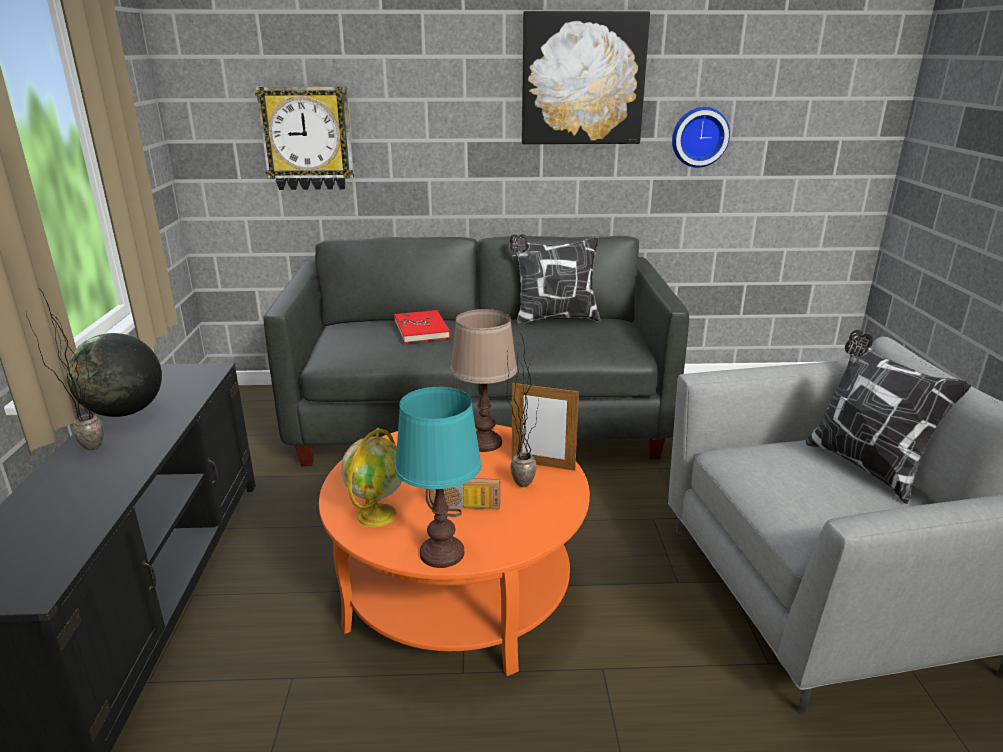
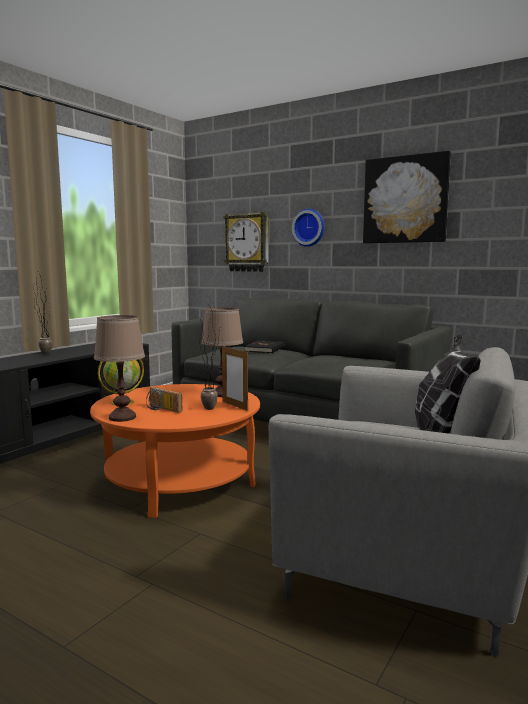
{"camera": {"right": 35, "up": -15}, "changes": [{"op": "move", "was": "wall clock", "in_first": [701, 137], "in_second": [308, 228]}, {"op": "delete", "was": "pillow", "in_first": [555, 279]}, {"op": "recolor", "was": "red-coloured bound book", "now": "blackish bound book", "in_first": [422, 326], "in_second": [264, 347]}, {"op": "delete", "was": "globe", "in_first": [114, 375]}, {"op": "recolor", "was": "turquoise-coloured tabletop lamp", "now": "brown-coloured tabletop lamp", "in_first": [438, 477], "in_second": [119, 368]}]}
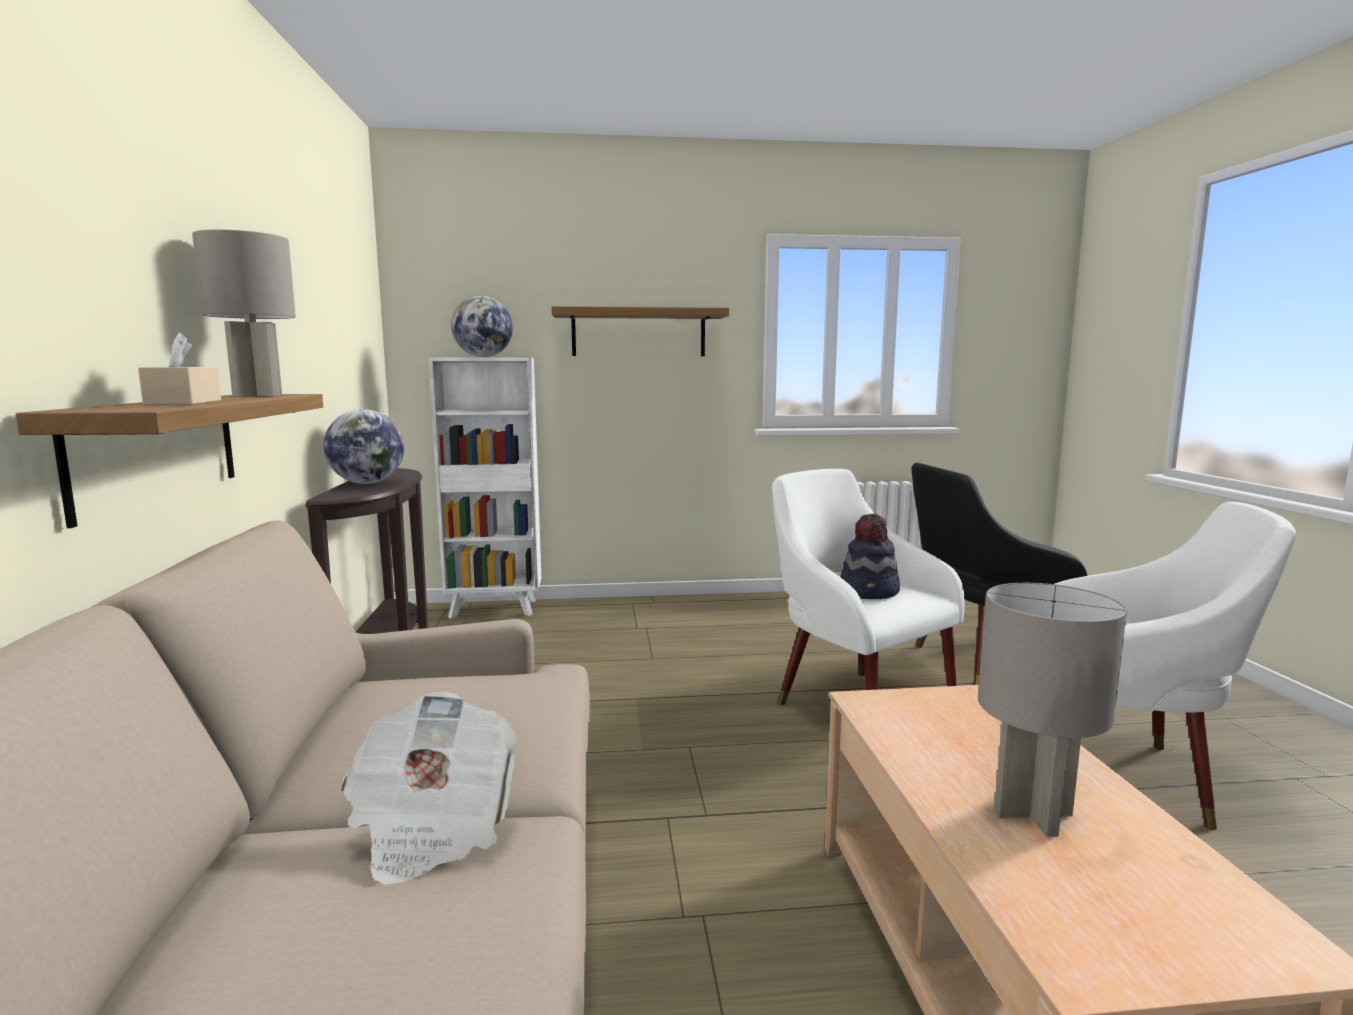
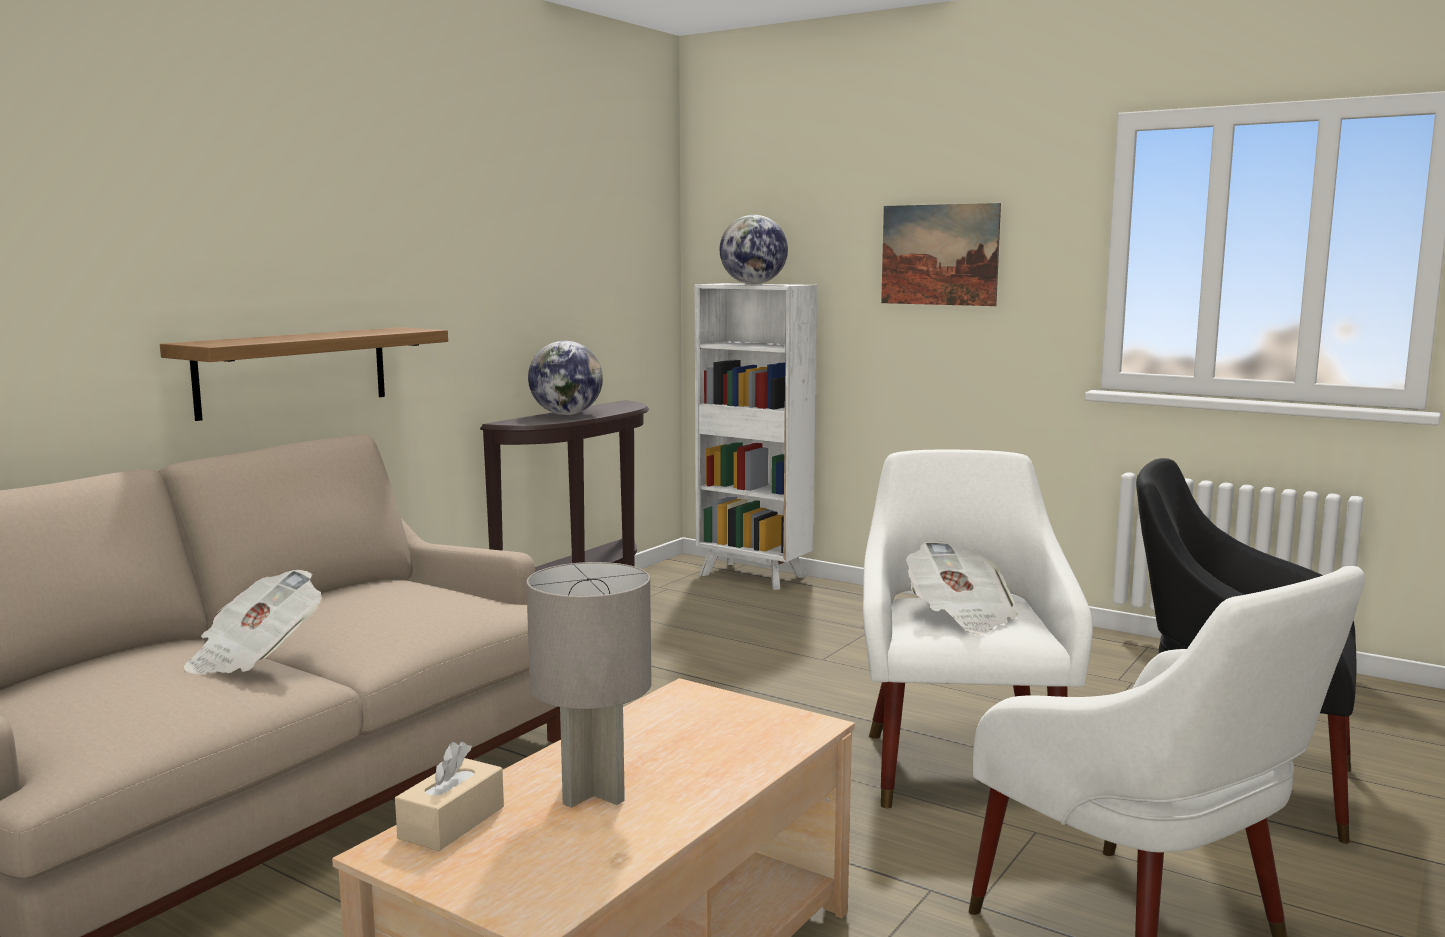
{"camera": {"right": 40, "up": 0}, "changes": [{"op": "delete", "was": "gray tabletop lamp", "in_first": [244, 313]}, {"op": "replace", "was": "wall shelf", "now": "wall picture", "in_first": [640, 331], "in_second": [941, 254]}, {"op": "move", "was": "sand-coloured tissue box", "in_first": [179, 368], "in_second": [449, 796]}, {"op": "replace", "was": "wearable hat", "now": "daily paper", "in_first": [870, 556], "in_second": [962, 587]}]}
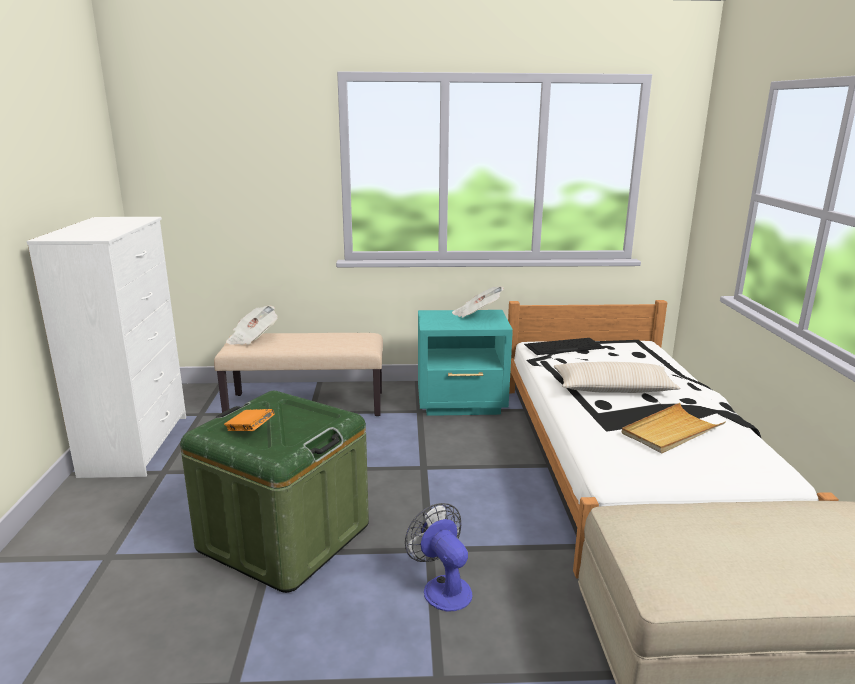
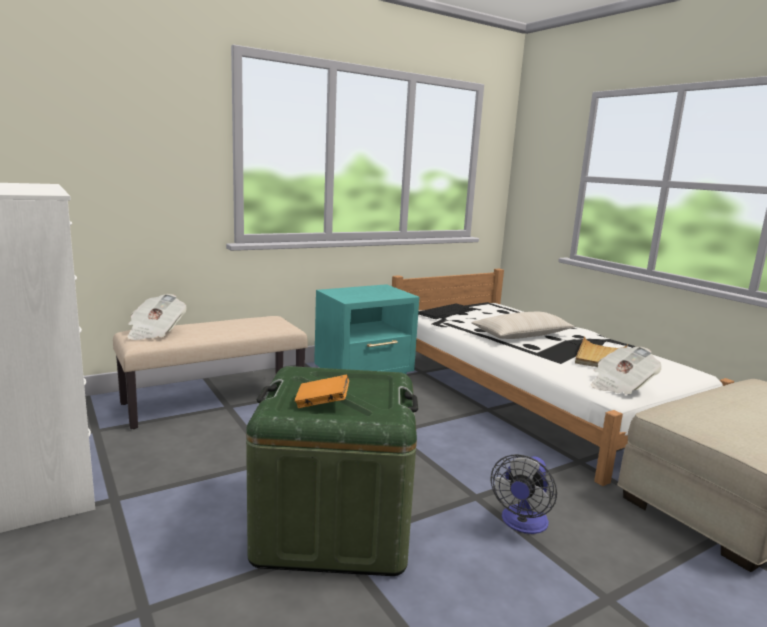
{"camera": {"right": -30, "up": -5}, "changes": [{"op": "move", "was": "daily paper", "in_first": [478, 302], "in_second": [626, 370]}, {"op": "rotate", "was": "cooling fan", "in_first": [438, 557], "in_second": [523, 494], "clockwise": -90}]}
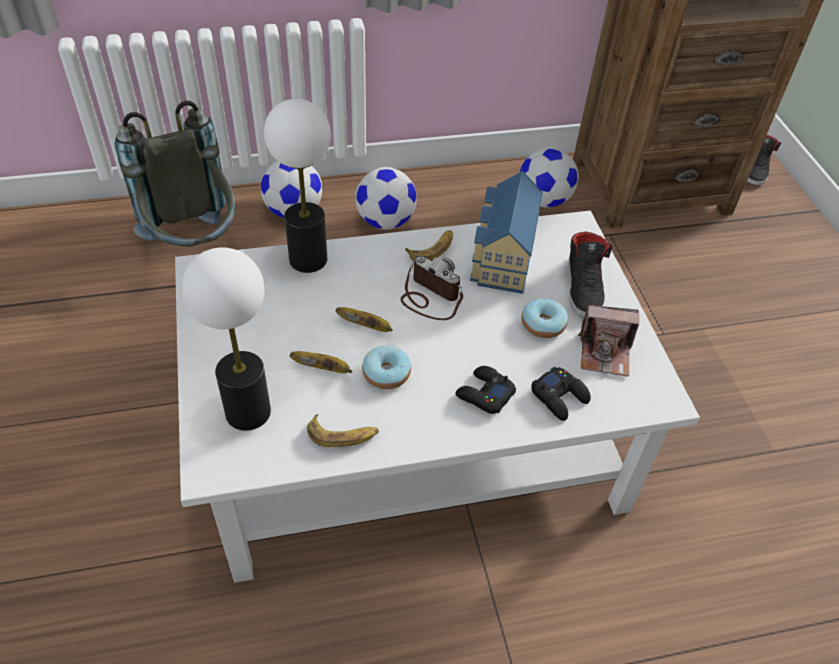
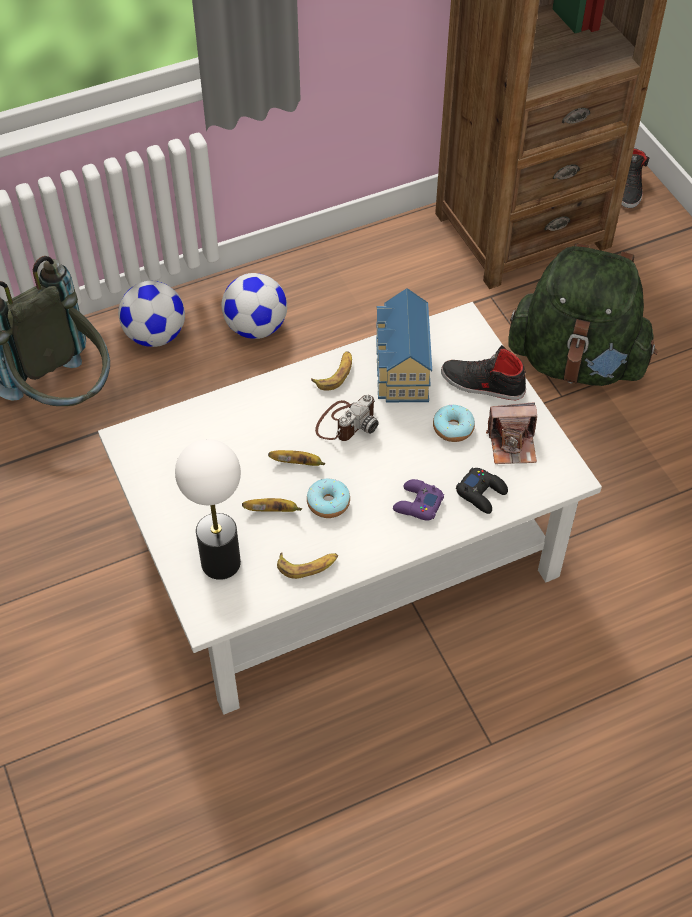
{"camera": {"right": -10, "up": 5}, "changes": [{"op": "delete", "was": "tabletop lamp", "in_first": [297, 186]}, {"op": "delete", "was": "football", "in_first": [549, 177]}, {"op": "rotate", "was": "blackish shoe", "in_first": [590, 275], "in_second": [483, 372], "clockwise": 120}, {"op": "rotate", "was": "photo camera", "in_first": [431, 288], "in_second": [347, 418], "clockwise": 105}, {"op": "recolor", "was": "blackish joypad", "now": "purple-coloured joypad", "in_first": [485, 390], "in_second": [418, 500]}, {"op": "insert", "now": "greenish knapsack", "in_second": [582, 314]}]}
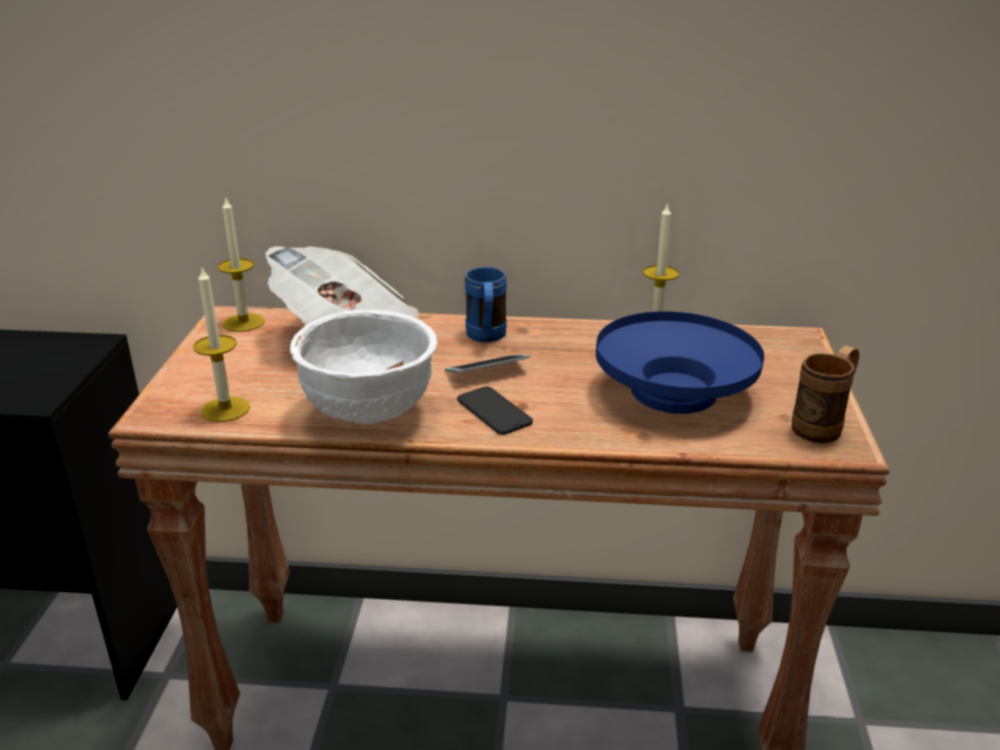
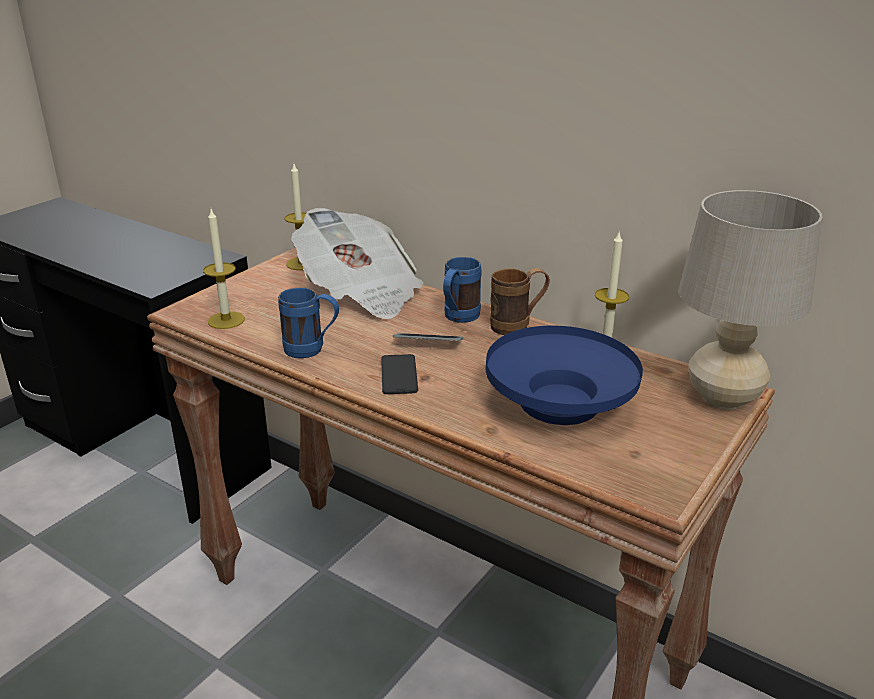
{"camera": {"right": 30, "up": 0}, "changes": [{"op": "replace", "was": "white-coloured bowl", "now": "bluish coffee mug", "in_first": [363, 367], "in_second": [308, 323]}, {"op": "move", "was": "brown-coloured coffee mug", "in_first": [825, 394], "in_second": [520, 301]}, {"op": "insert", "now": "sand-coloured tabletop lamp", "in_second": [750, 300]}]}
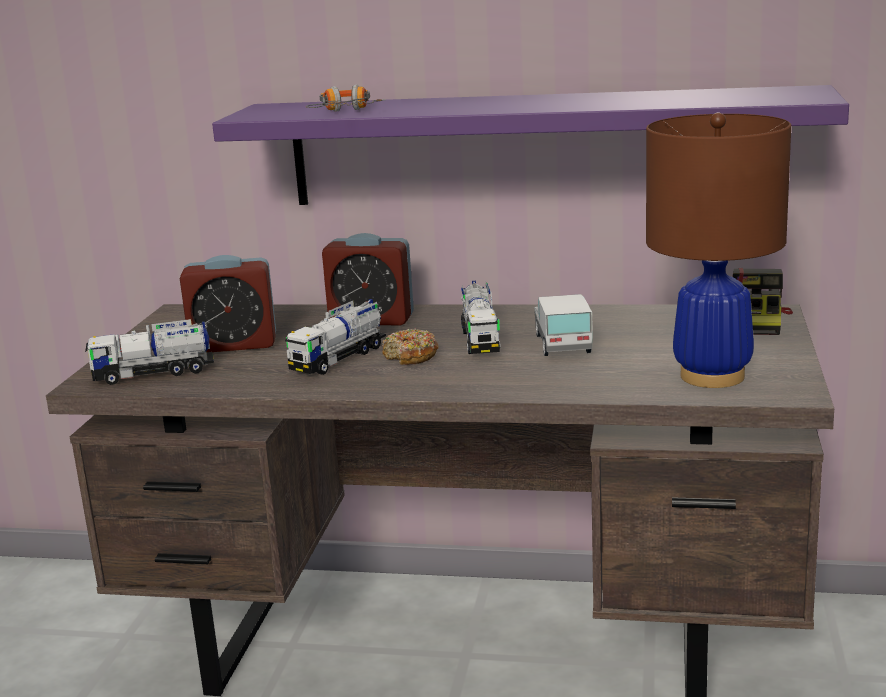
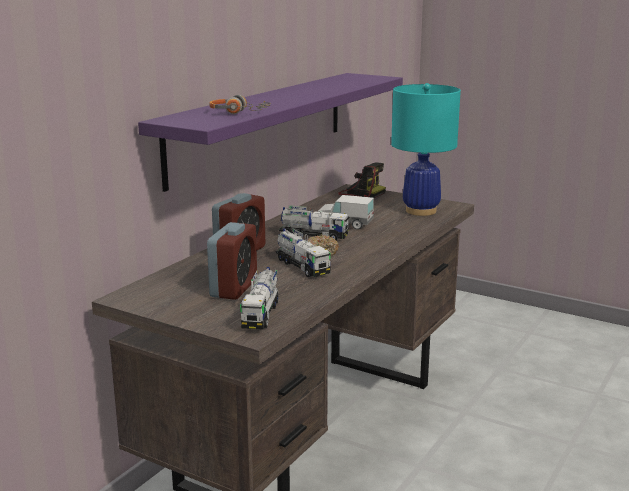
{"camera": {"right": -70, "up": 0}, "changes": [{"op": "recolor", "was": "brown-coloured tabletop lamp", "now": "turquoise-coloured tabletop lamp", "in_first": [718, 250], "in_second": [426, 149]}]}
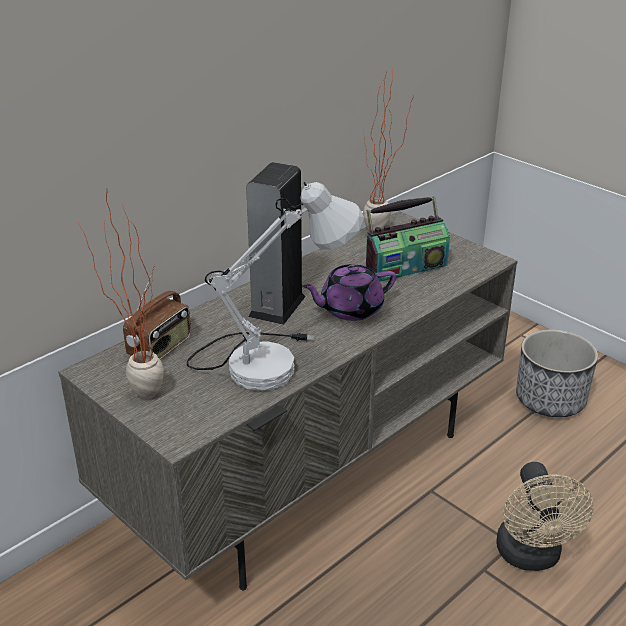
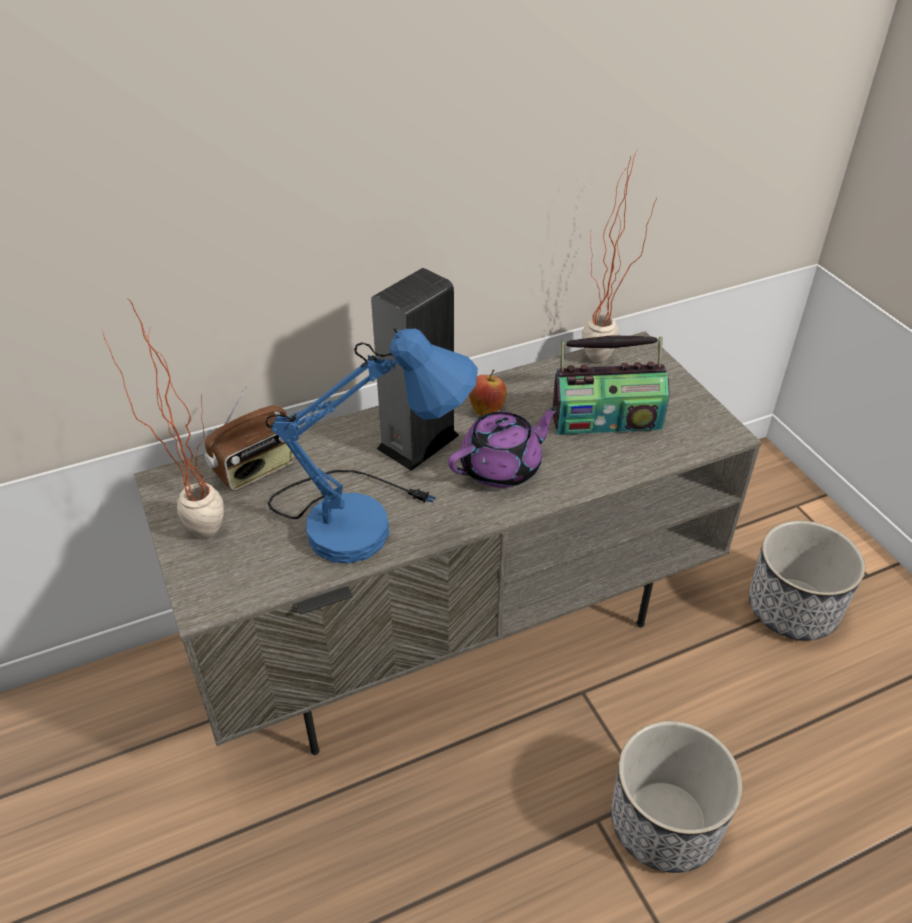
{"camera": {"right": 20, "up": 10}, "changes": [{"op": "recolor", "was": "white-coloured tabletop lamp", "now": "bluish tabletop lamp", "in_first": [275, 286], "in_second": [371, 445]}, {"op": "rotate", "was": "purple-coloured tea pot", "in_first": [349, 292], "in_second": [504, 447], "clockwise": 150}, {"op": "replace", "was": "sand-coloured cooling fan", "now": "plant pot", "in_first": [545, 516], "in_second": [677, 797]}, {"op": "insert", "now": "whole apple", "in_second": [487, 393]}]}
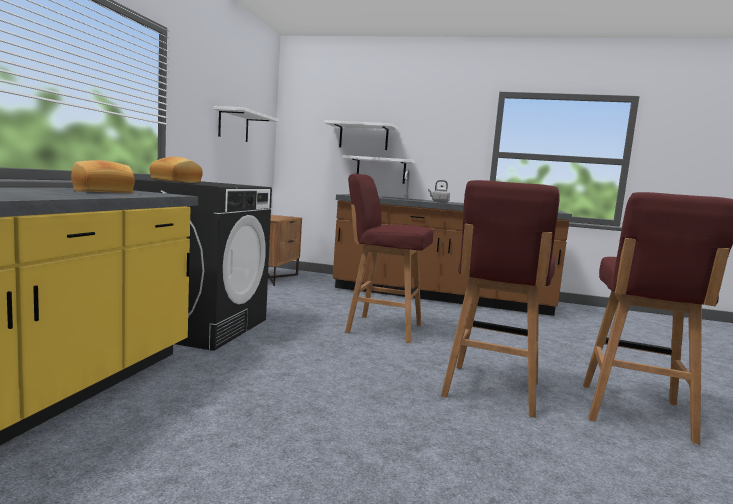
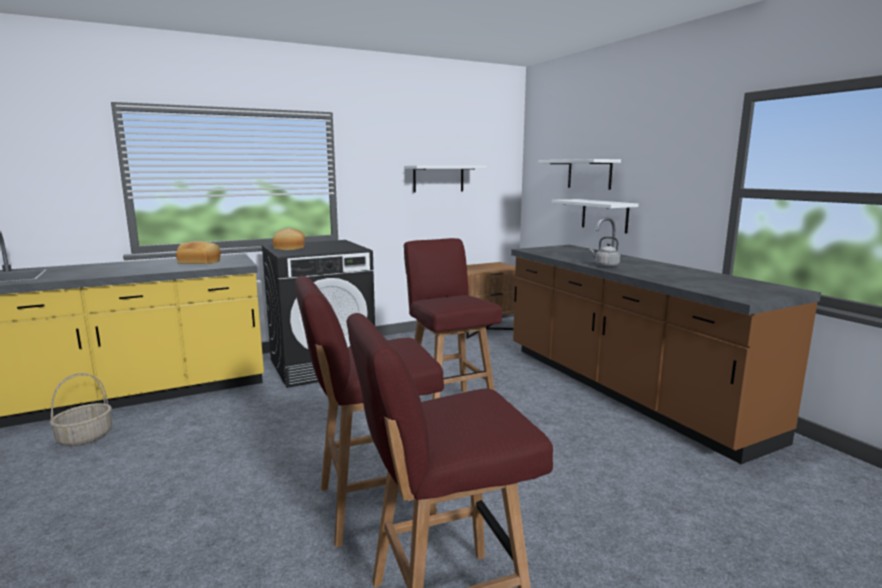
{"camera": {"right": 50, "up": 5}, "changes": [{"op": "insert", "now": "basket", "in_second": [81, 409]}]}
